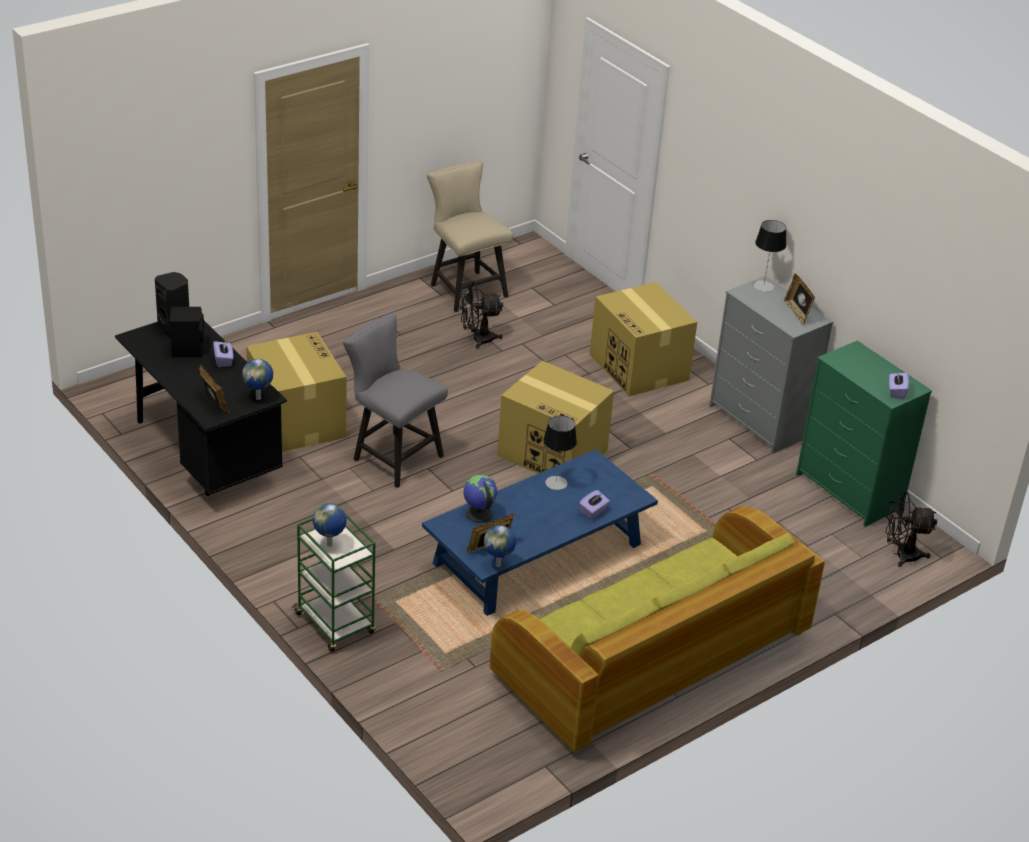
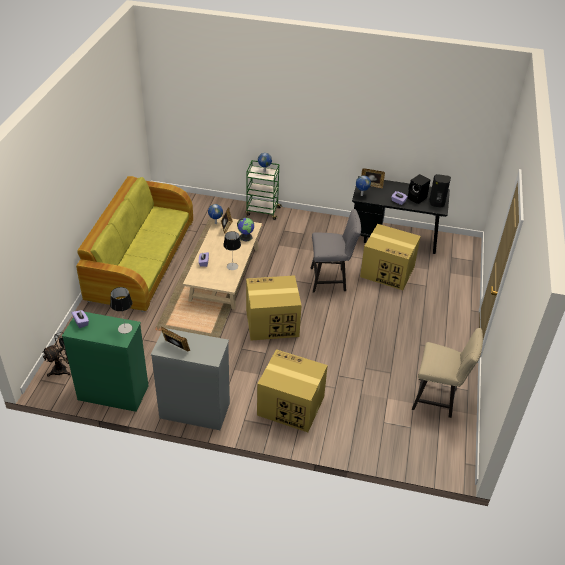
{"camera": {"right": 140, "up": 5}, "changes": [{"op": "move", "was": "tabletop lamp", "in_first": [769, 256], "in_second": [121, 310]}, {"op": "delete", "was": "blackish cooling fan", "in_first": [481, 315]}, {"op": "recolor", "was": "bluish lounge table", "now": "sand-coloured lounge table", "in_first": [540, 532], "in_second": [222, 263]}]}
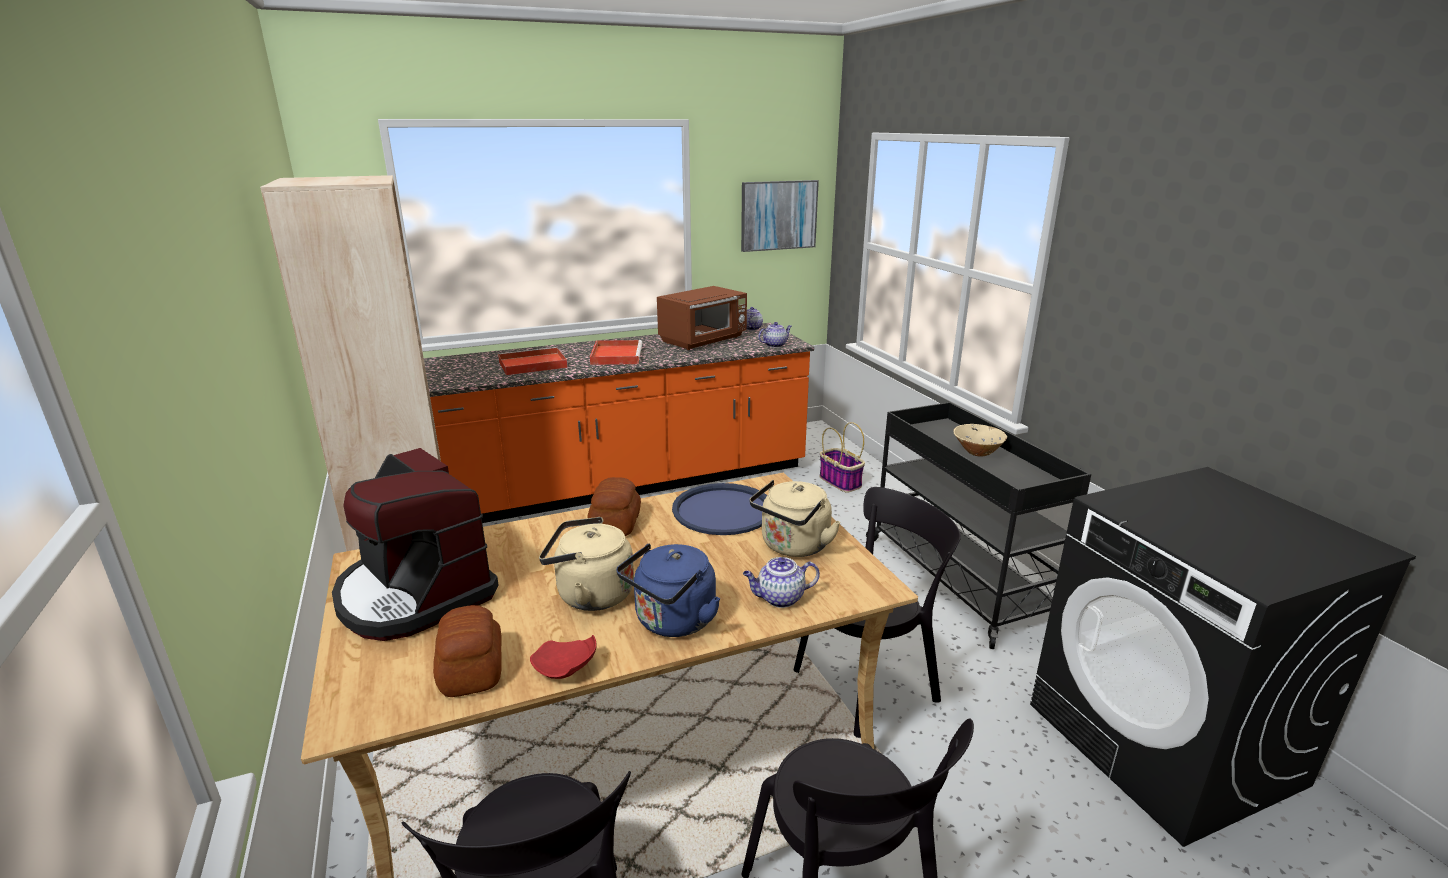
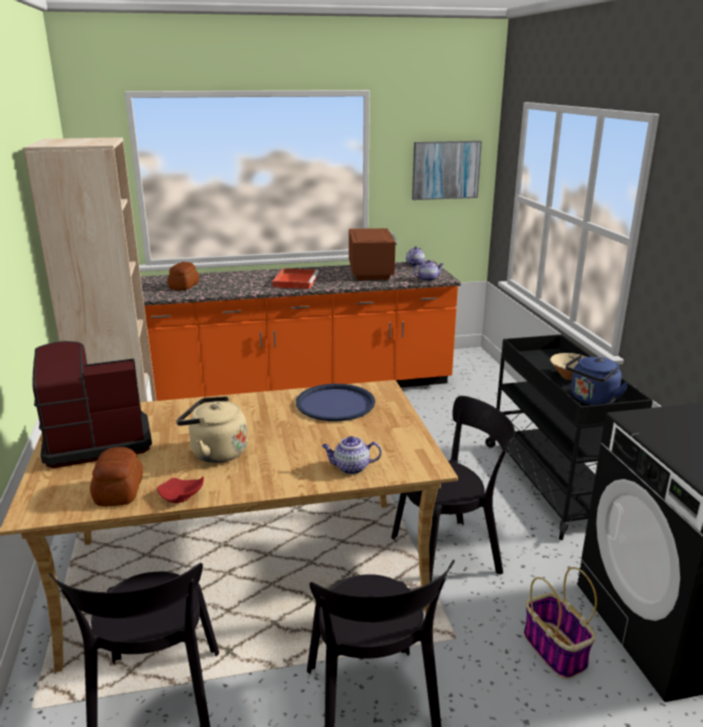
{"camera": {"right": 10, "up": 0}, "changes": [{"op": "rotate", "was": "brown-coloured kitchen microwave", "in_first": [702, 318], "in_second": [373, 254], "clockwise": -60}, {"op": "delete", "was": "red-coloured carrying tray", "in_first": [533, 361]}, {"op": "move", "was": "basket", "in_first": [842, 457], "in_second": [560, 623]}, {"op": "rotate", "was": "coffee machine", "in_first": [415, 544], "in_second": [92, 404], "clockwise": 105}, {"op": "move", "was": "bread", "in_first": [614, 506], "in_second": [183, 276]}, {"op": "delete", "was": "sand-coloured tea kettle", "in_first": [795, 518]}, {"op": "move", "was": "bluish tea kettle", "in_first": [668, 590], "in_second": [597, 379]}]}
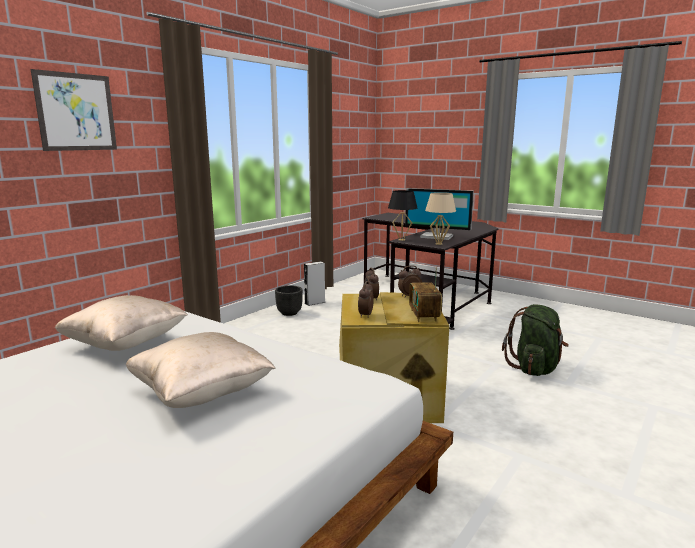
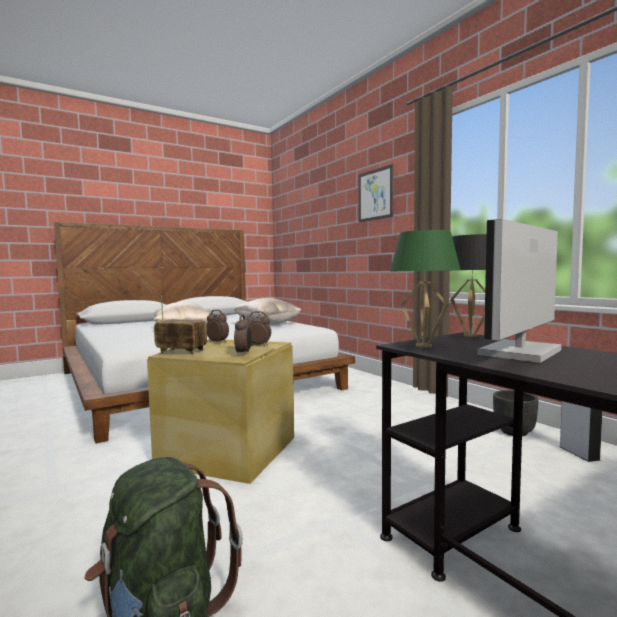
{"camera": {"right": 110, "up": -10}, "changes": [{"op": "recolor", "was": "sand-coloured tabletop lamp", "now": "greenish tabletop lamp", "in_first": [440, 218], "in_second": [425, 289]}]}
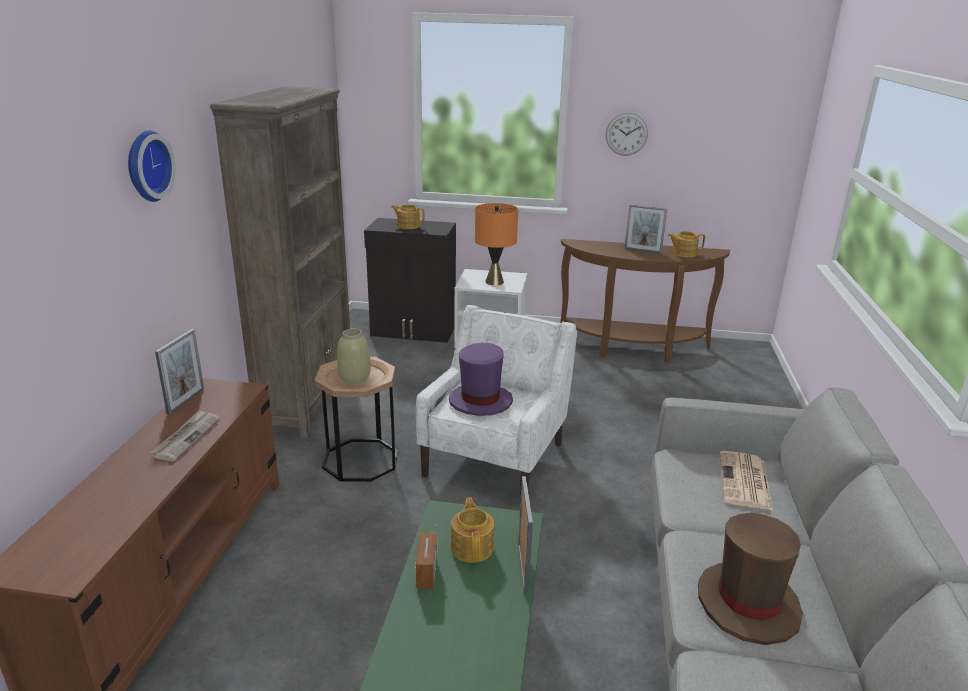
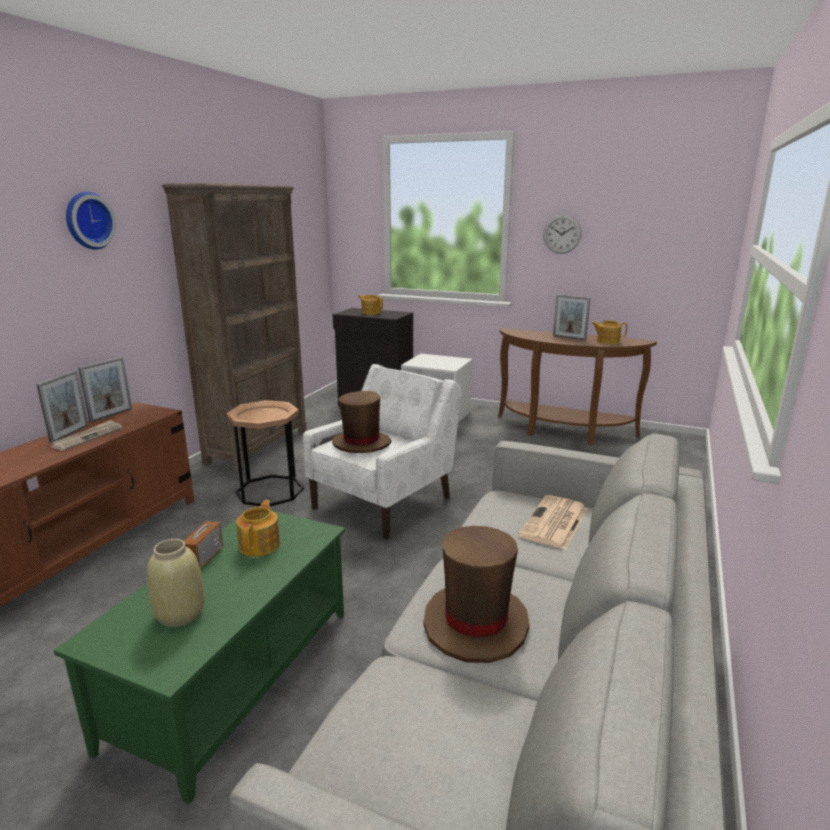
{"camera": {"right": 15, "up": -5}, "changes": [{"op": "delete", "was": "orange tabletop lamp", "in_first": [496, 244]}, {"op": "move", "was": "sand-coloured vase", "in_first": [353, 356], "in_second": [176, 583]}, {"op": "recolor", "was": "purple-coloured wearable hat", "now": "brown-coloured wearable hat", "in_first": [481, 379], "in_second": [361, 422]}, {"op": "move", "was": "picture frame", "in_first": [525, 535], "in_second": [62, 407]}]}
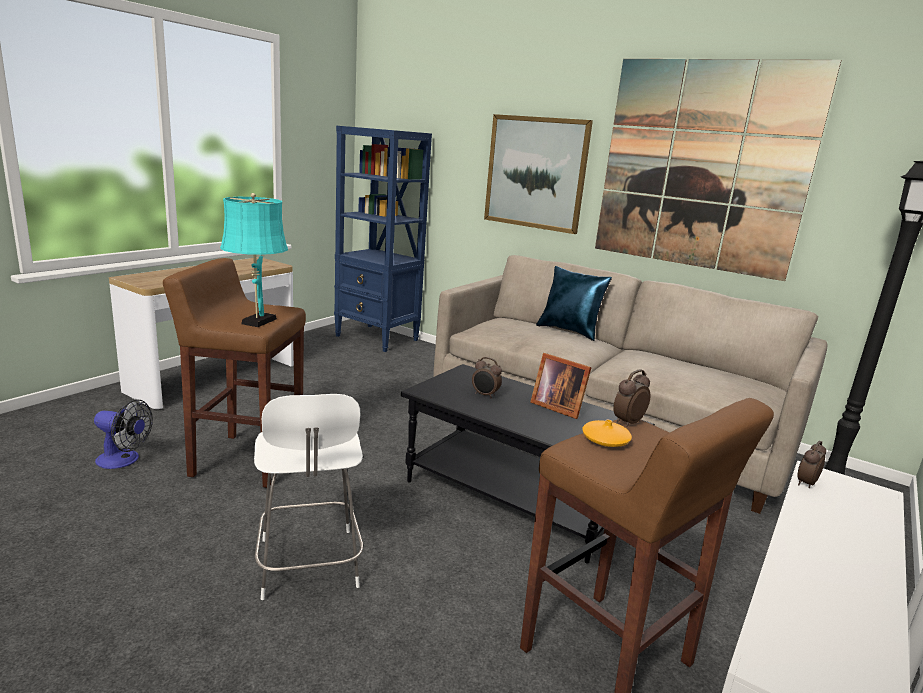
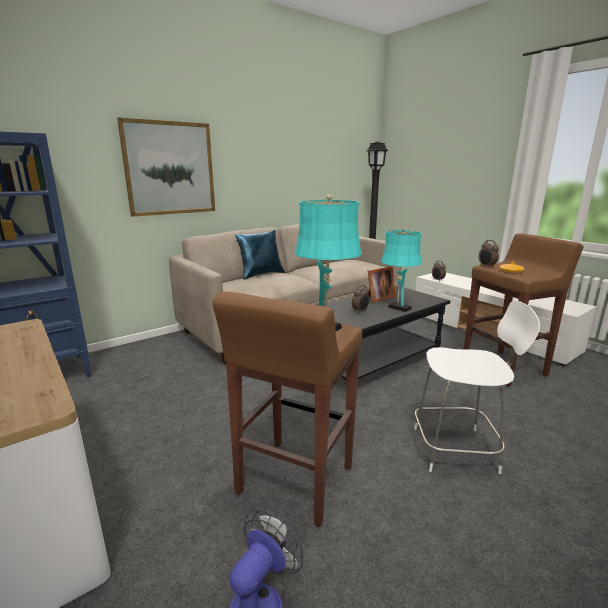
{"camera": {"right": -70, "up": 0}, "changes": [{"op": "delete", "was": "wall picture", "in_first": [718, 170]}, {"op": "insert", "now": "turquoise-coloured tabletop lamp", "in_second": [401, 270]}]}
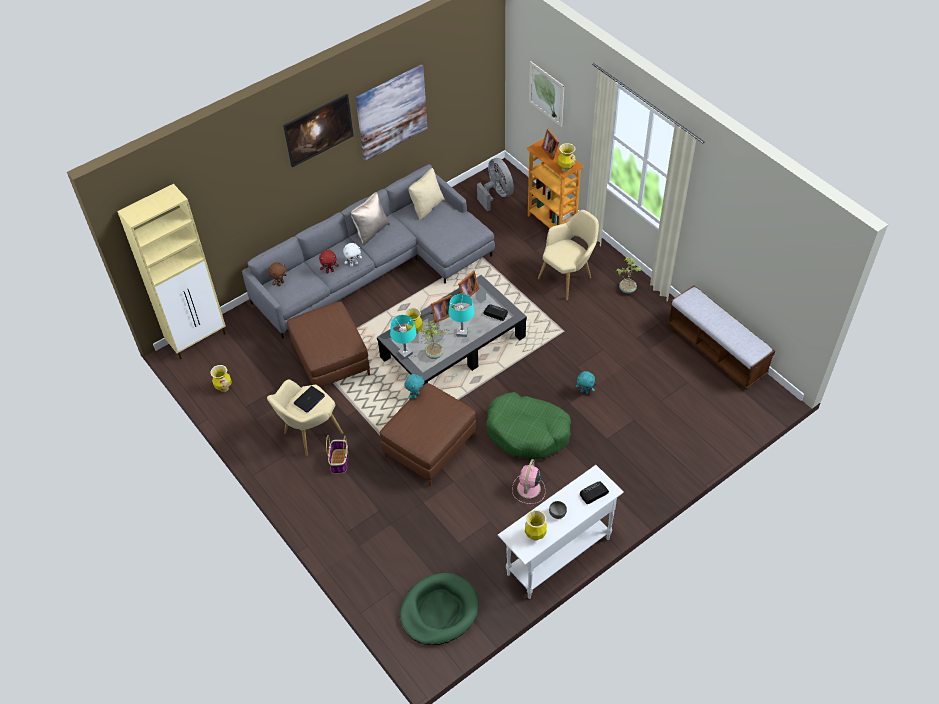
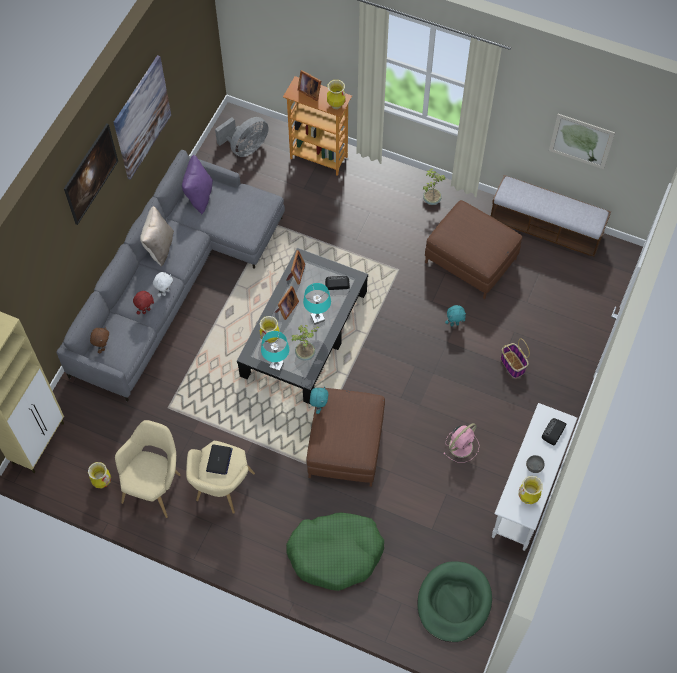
{"camera": {"right": -30, "up": 10}, "changes": [{"op": "move", "was": "wall picture", "in_first": [546, 94], "in_second": [582, 141]}, {"op": "rotate", "was": "gray cooling fan", "in_first": [495, 184], "in_second": [241, 137], "clockwise": 105}, {"op": "recolor", "was": "sand-coloured pillow", "now": "purple-coloured pillow", "in_first": [426, 194], "in_second": [197, 185]}, {"op": "move", "was": "sand-coloured armchair", "in_first": [568, 255], "in_second": [148, 469]}, {"op": "move", "was": "brown-coloured pouffe", "in_first": [328, 344], "in_second": [473, 249]}, {"op": "move", "was": "greenish dog bed", "in_first": [528, 425], "in_second": [335, 551]}, {"op": "move", "was": "basket", "in_first": [337, 454], "in_second": [515, 358]}, {"op": "rotate", "was": "pink cooling fan", "in_first": [528, 481], "in_second": [461, 443], "clockwise": -120}]}
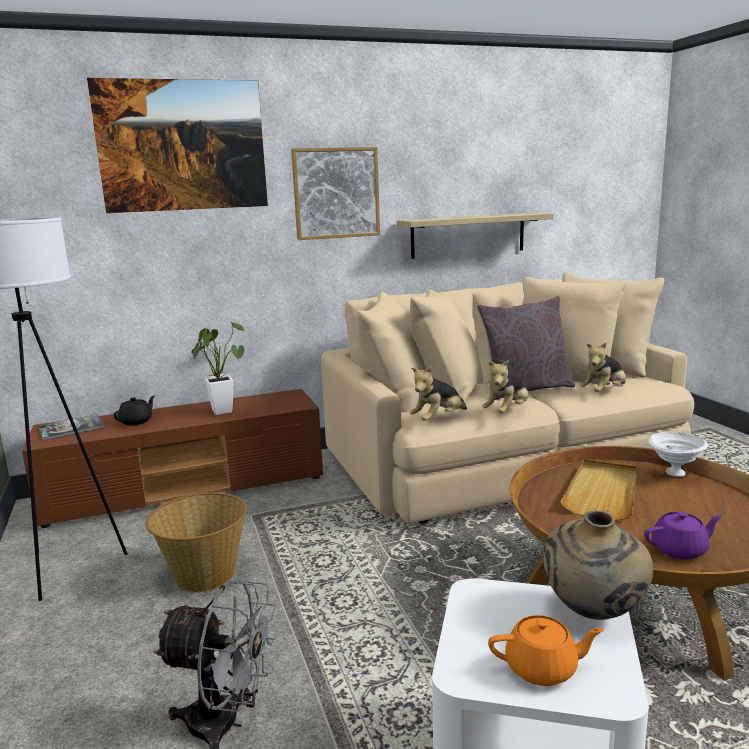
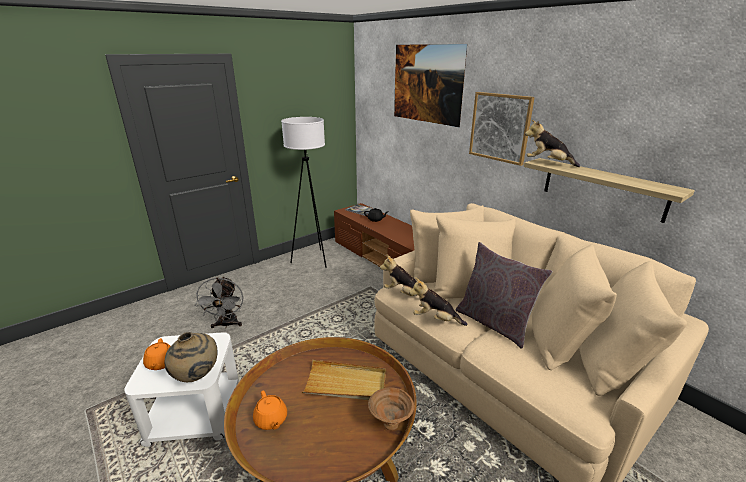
{"camera": {"right": 70, "up": 10}, "changes": [{"op": "delete", "was": "plant in a pot", "in_first": [218, 368]}, {"op": "move", "was": "soft toy", "in_first": [603, 367], "in_second": [552, 143]}, {"op": "recolor", "was": "white-coloured bowl", "now": "brown-coloured bowl", "in_first": [678, 454], "in_second": [391, 408]}, {"op": "delete", "was": "basket", "in_first": [196, 542]}, {"op": "recolor", "was": "purple-coloured tea pot", "now": "orange tea pot", "in_first": [683, 536], "in_second": [270, 410]}]}
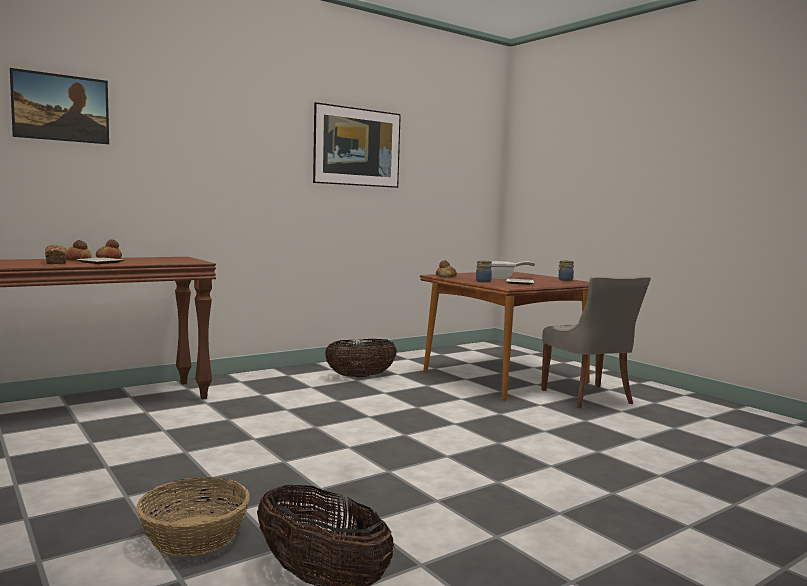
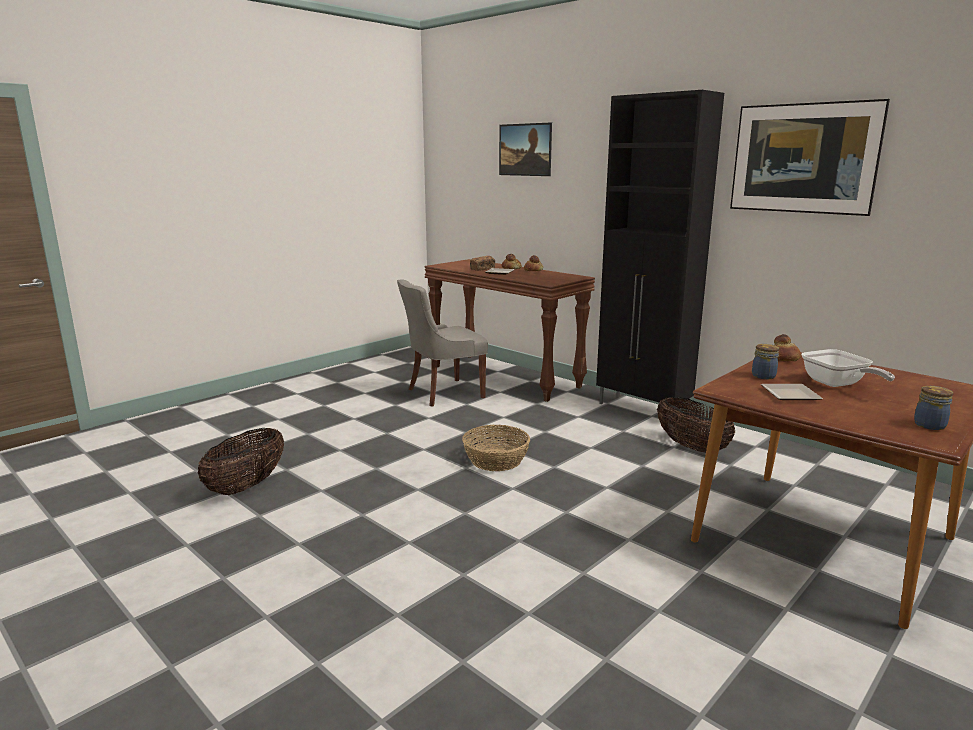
{"camera": {"right": 80, "up": 10}, "changes": [{"op": "move", "was": "gray chair", "in_first": [596, 341], "in_second": [442, 343]}, {"op": "move", "was": "basket", "in_first": [193, 516], "in_second": [496, 448]}, {"op": "insert", "now": "blackish storage cabinet", "in_second": [660, 251]}]}
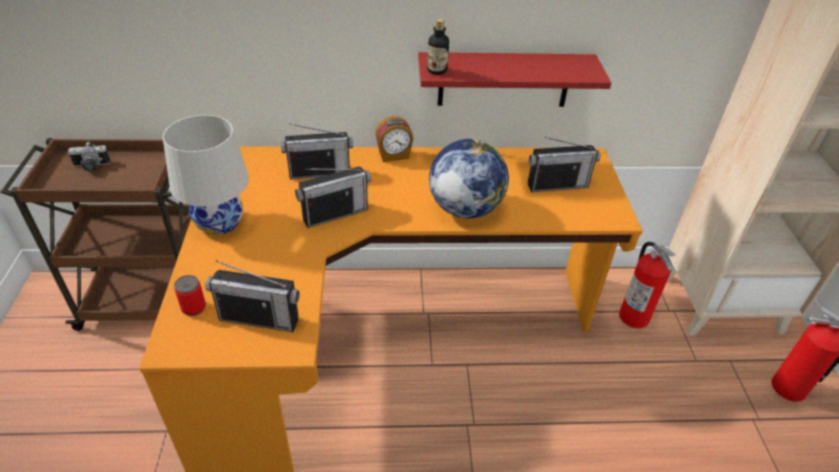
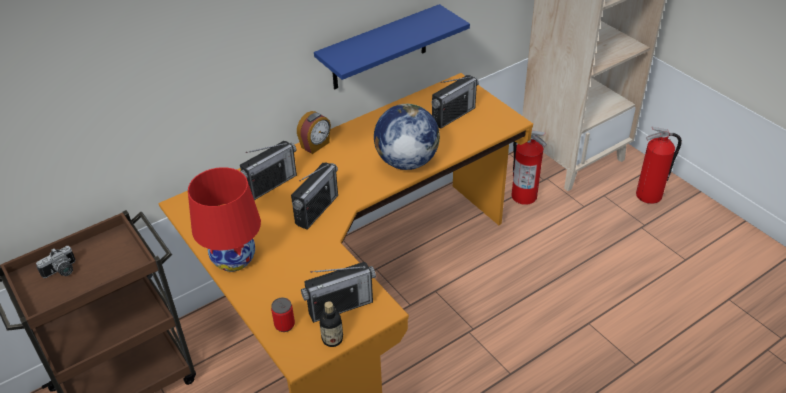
{"camera": {"right": -30, "up": 0}, "changes": [{"op": "move", "was": "beverage bottle", "in_first": [438, 47], "in_second": [331, 324]}, {"op": "recolor", "was": "red-coloured wall shelf", "now": "bluish wall shelf", "in_first": [514, 79], "in_second": [392, 46]}, {"op": "recolor", "was": "white-coloured tabletop lamp", "now": "red-coloured tabletop lamp", "in_first": [206, 175], "in_second": [224, 219]}]}
